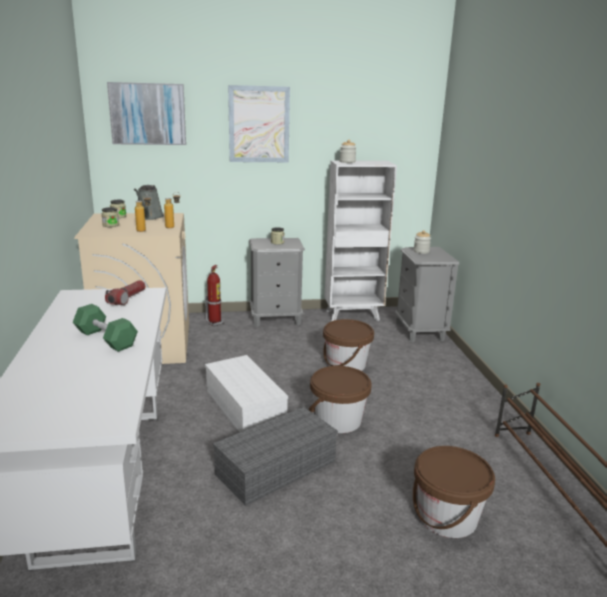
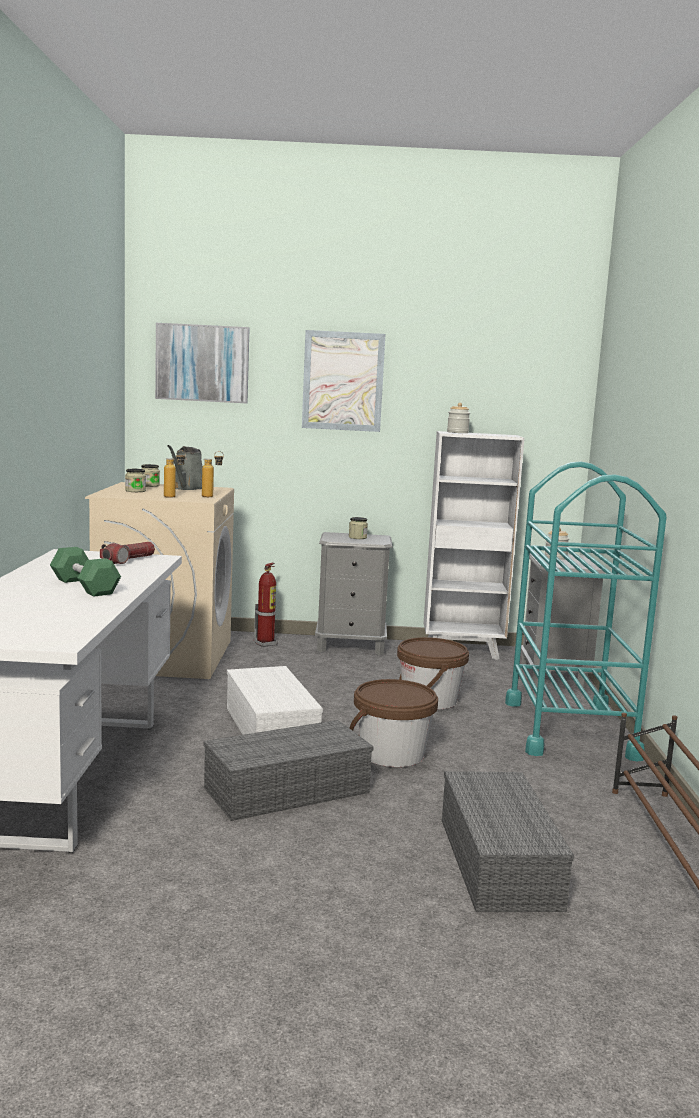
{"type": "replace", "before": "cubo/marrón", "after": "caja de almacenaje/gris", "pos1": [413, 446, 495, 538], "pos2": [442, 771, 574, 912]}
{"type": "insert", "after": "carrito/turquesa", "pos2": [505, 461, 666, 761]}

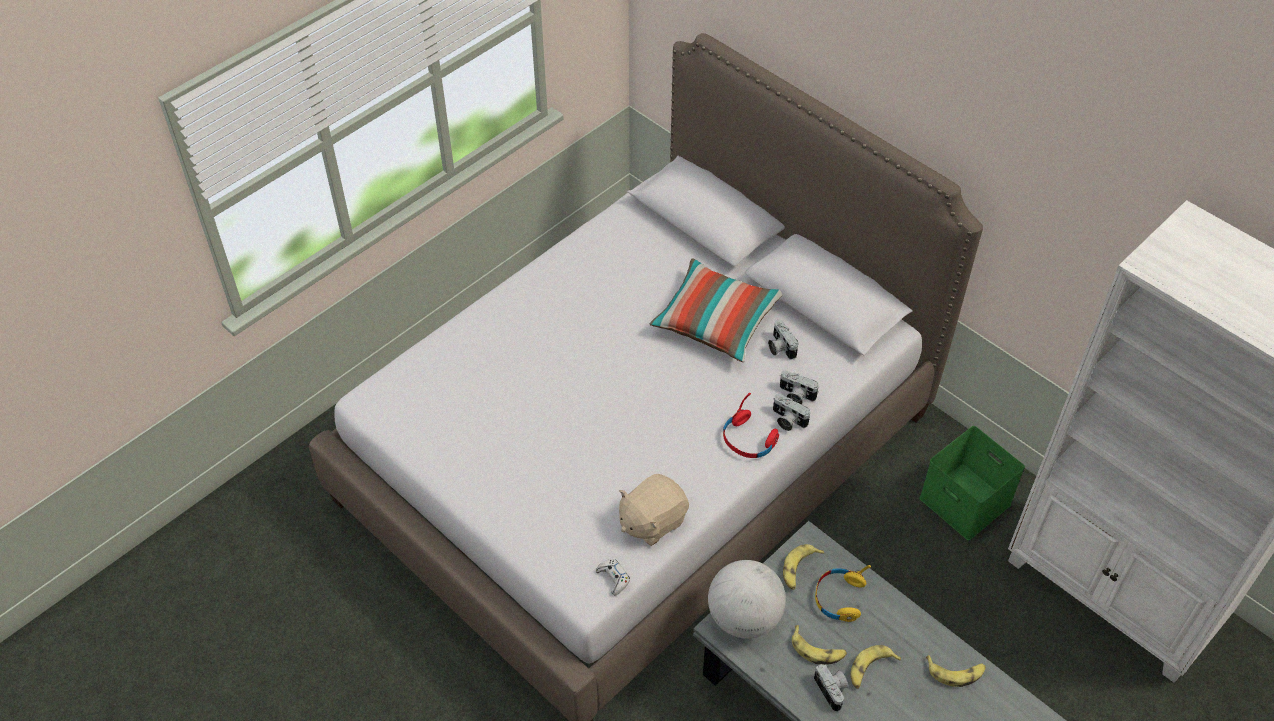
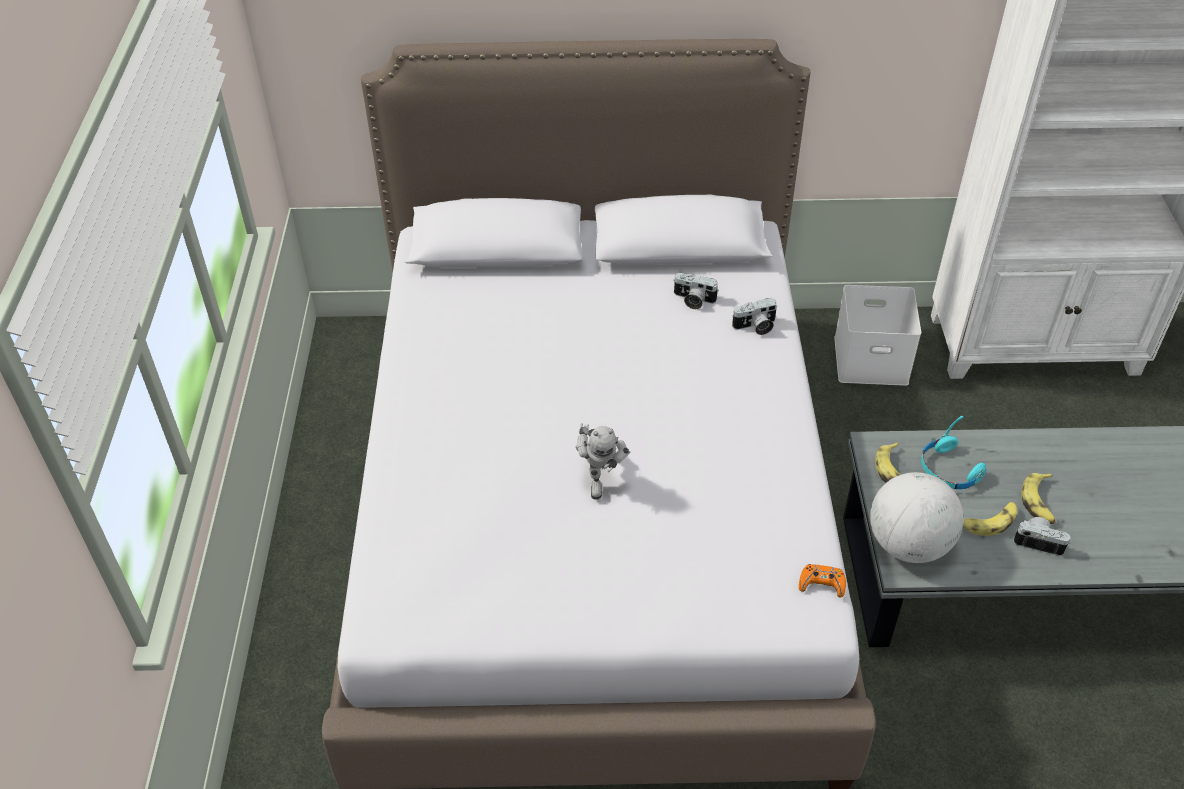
{"type": "recolor", "before": "mando de consola/blanco", "after": "mando de consola/naranja", "pos1": [596, 559, 630, 595], "pos2": [799, 564, 846, 598]}
{"type": "delete", "before": "peluche/beis", "pos1": [619, 474, 689, 546]}
{"type": "delete", "before": "cojín", "pos1": [650, 258, 782, 362]}
{"type": "delete", "before": "auriculares/rojo", "pos1": [723, 393, 779, 458]}
{"type": "delete", "before": "cámara", "pos1": [773, 394, 810, 431]}
{"type": "recolor", "before": "auriculares/amarillo", "after": "auriculares/turquesa", "pos1": [815, 565, 871, 622], "pos2": [921, 416, 987, 489]}
{"type": "recolor", "before": "caja de almacenaje/verde", "after": "caja de almacenaje/blanco", "pos1": [919, 426, 1025, 540], "pos2": [834, 285, 921, 386]}
{"type": "delete", "before": "plátano", "pos1": [926, 655, 986, 687]}
{"type": "insert", "after": "robot de juguete", "pos2": [576, 423, 630, 500]}

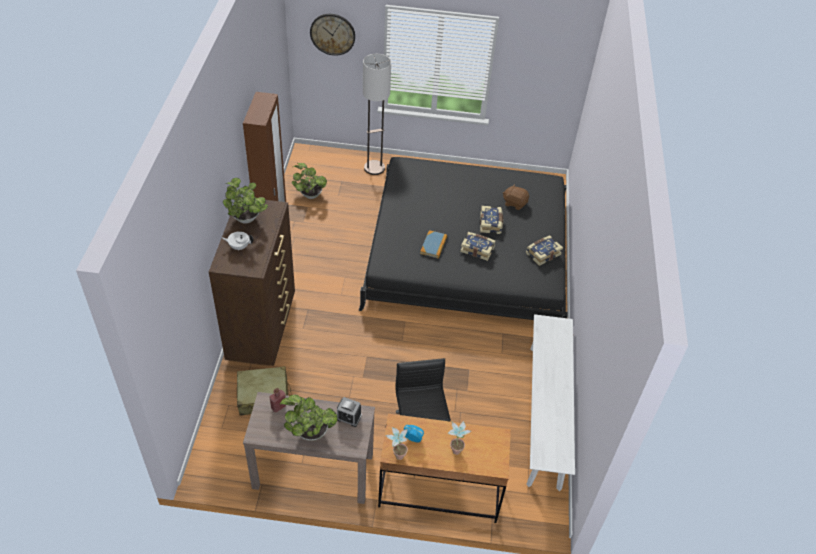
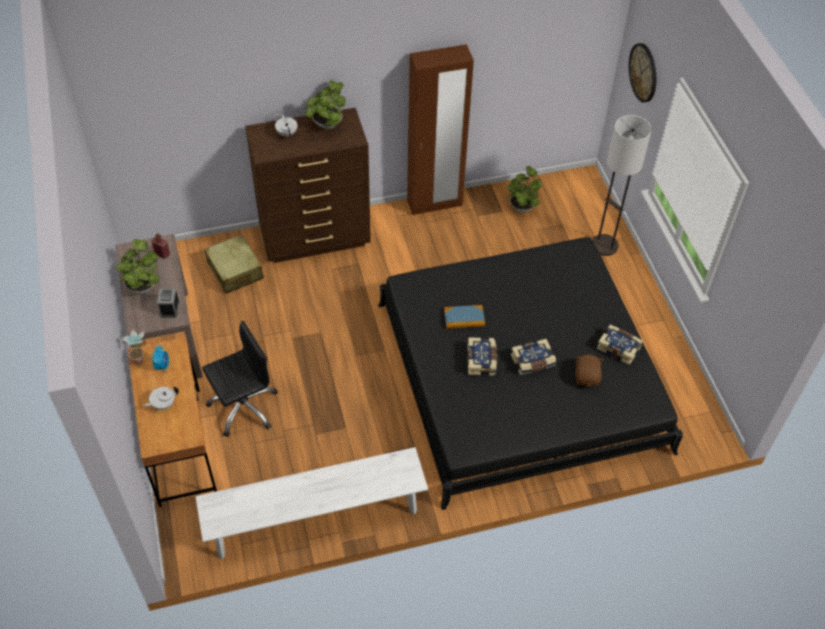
{"type": "replace", "before": "planta en maceta", "after": "tetera/blanco", "pos1": [448, 421, 471, 455], "pos2": [143, 387, 179, 410]}
{"type": "move", "before": "libro", "pos1": [526, 235, 563, 266], "pos2": [597, 325, 643, 365]}

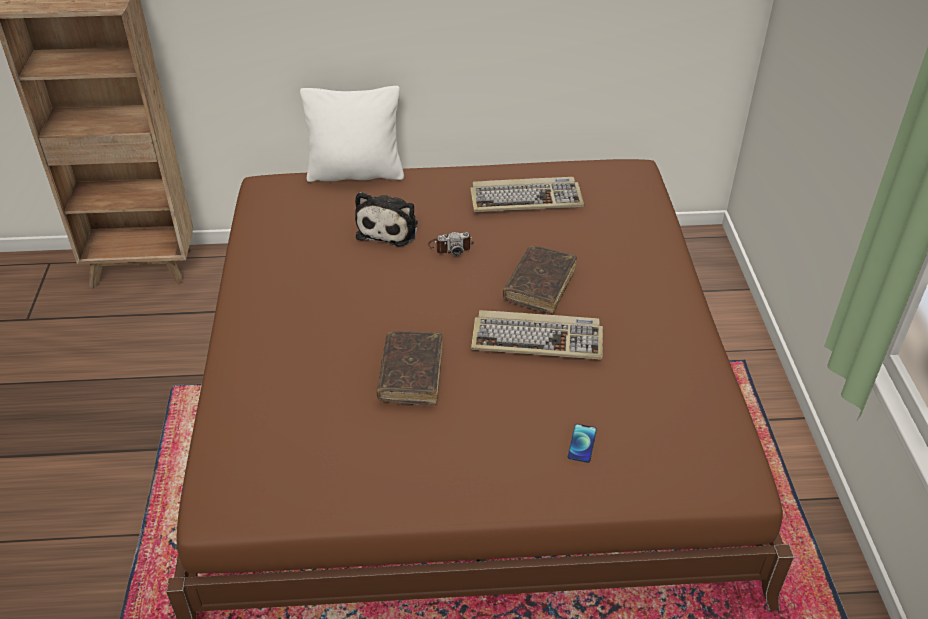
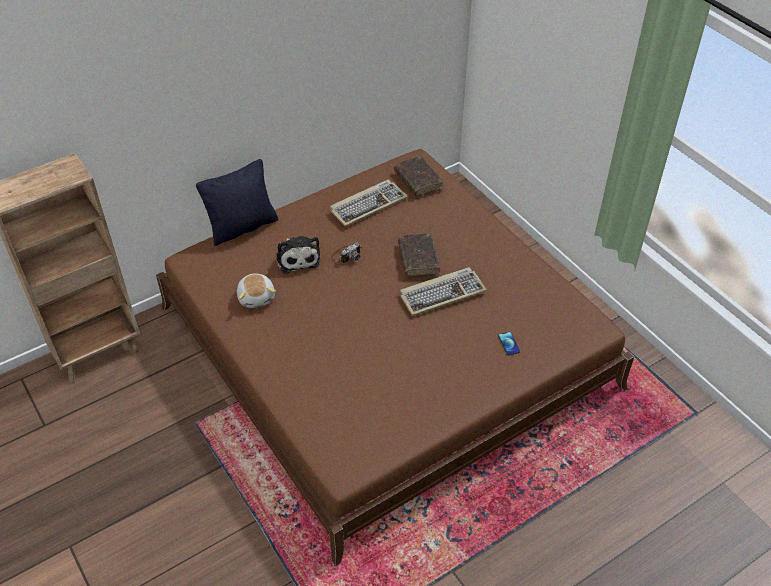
{"type": "recolor", "before": "cojín/blanco", "after": "cojín/negro", "pos1": [300, 86, 404, 182], "pos2": [196, 159, 278, 246]}
{"type": "move", "before": "libro/marrón", "pos1": [377, 331, 443, 405], "pos2": [394, 156, 443, 196]}
{"type": "insert", "after": "peluche", "pos2": [237, 273, 276, 308]}

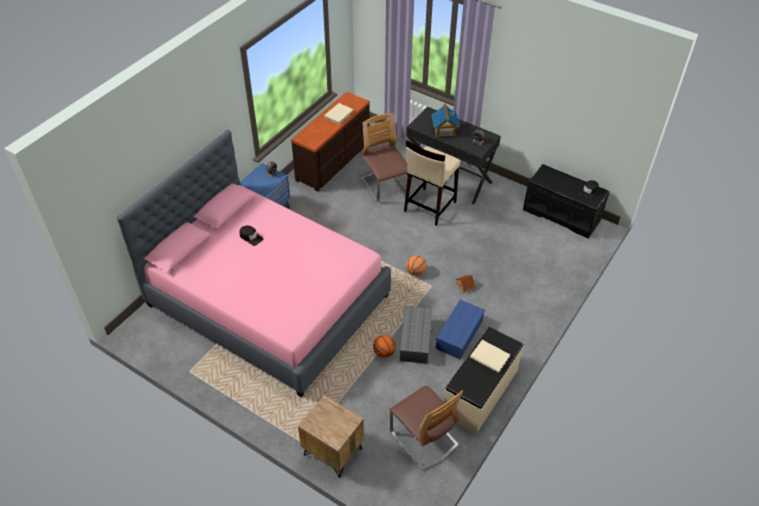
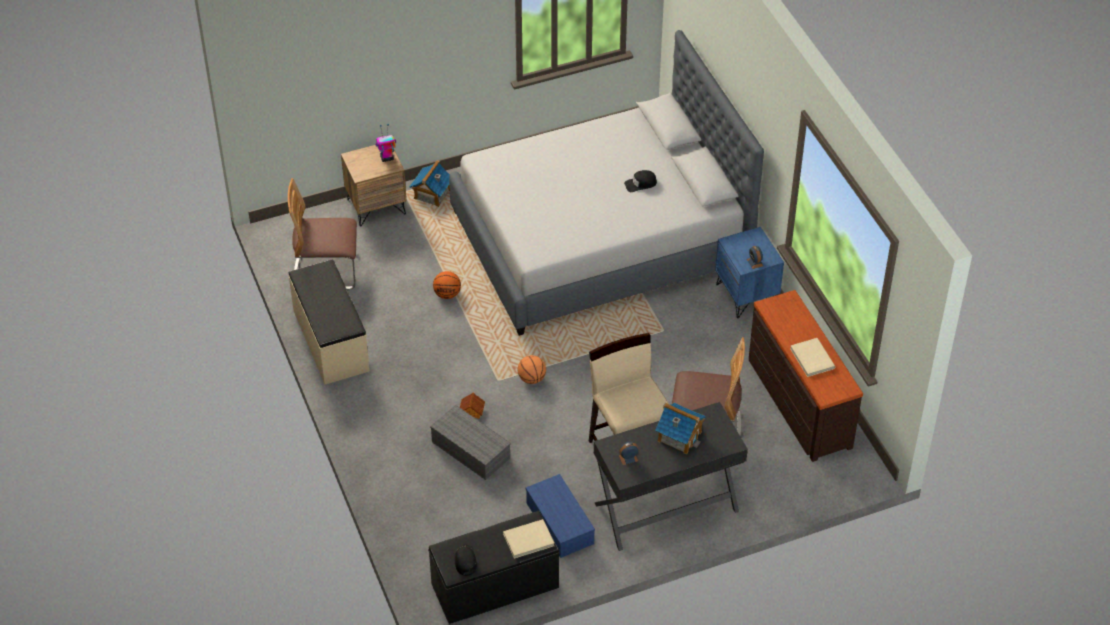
{"type": "recolor", "before": "cama/rosa", "after": "cama/gris", "pos1": [117, 130, 391, 397], "pos2": [449, 30, 764, 336]}
{"type": "move", "before": "caja de almacenaje/gris", "pos1": [400, 306, 432, 364], "pos2": [430, 405, 511, 480]}
{"type": "move", "before": "caja de almacenaje/azul", "pos1": [436, 300, 485, 360], "pos2": [526, 474, 595, 558]}
{"type": "move", "before": "libro/beis", "pos1": [470, 340, 510, 373], "pos2": [503, 519, 554, 559]}
{"type": "insert", "after": "robot de juguete", "pos2": [375, 124, 396, 162]}
{"type": "insert", "after": "casita", "pos2": [409, 160, 450, 207]}

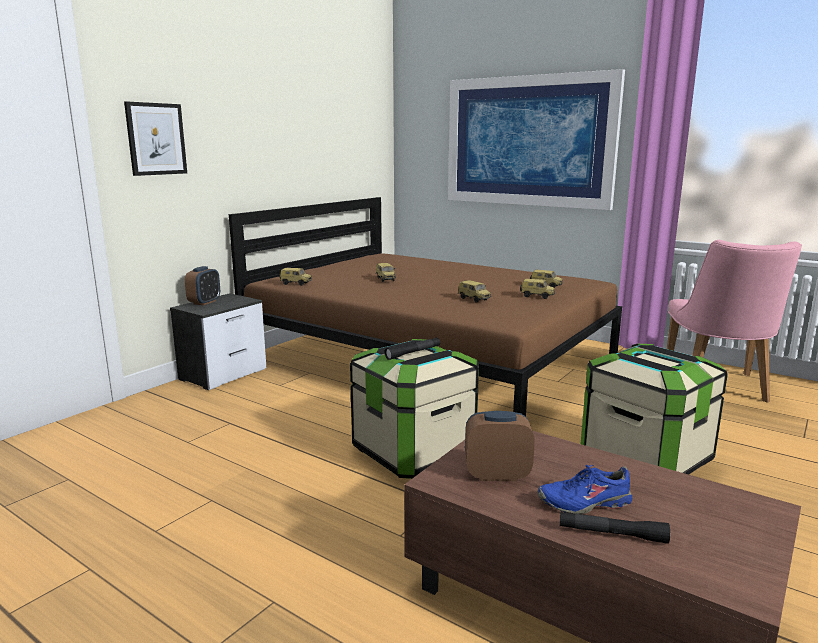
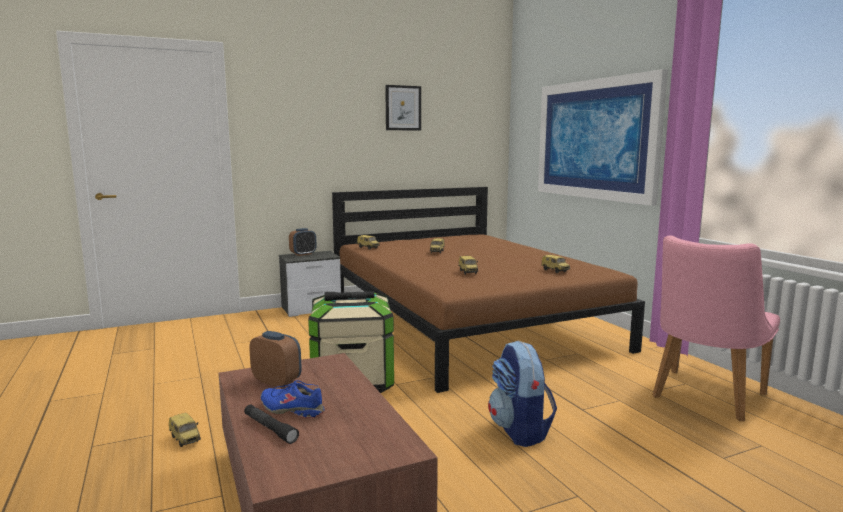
{"type": "move", "before": "cuadro", "pos1": [124, 101, 187, 176], "pos2": [385, 85, 421, 131]}
{"type": "move", "before": "coche de juguete", "pos1": [520, 279, 555, 299], "pos2": [169, 413, 201, 447]}
{"type": "replace", "before": "caja de almacenaje", "after": "mochila", "pos1": [581, 344, 728, 475], "pos2": [488, 341, 557, 447]}

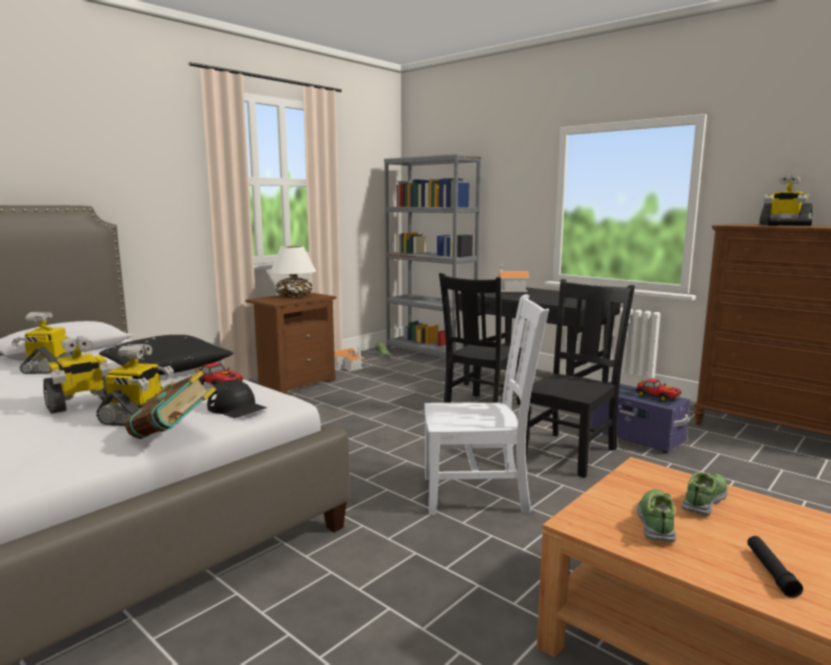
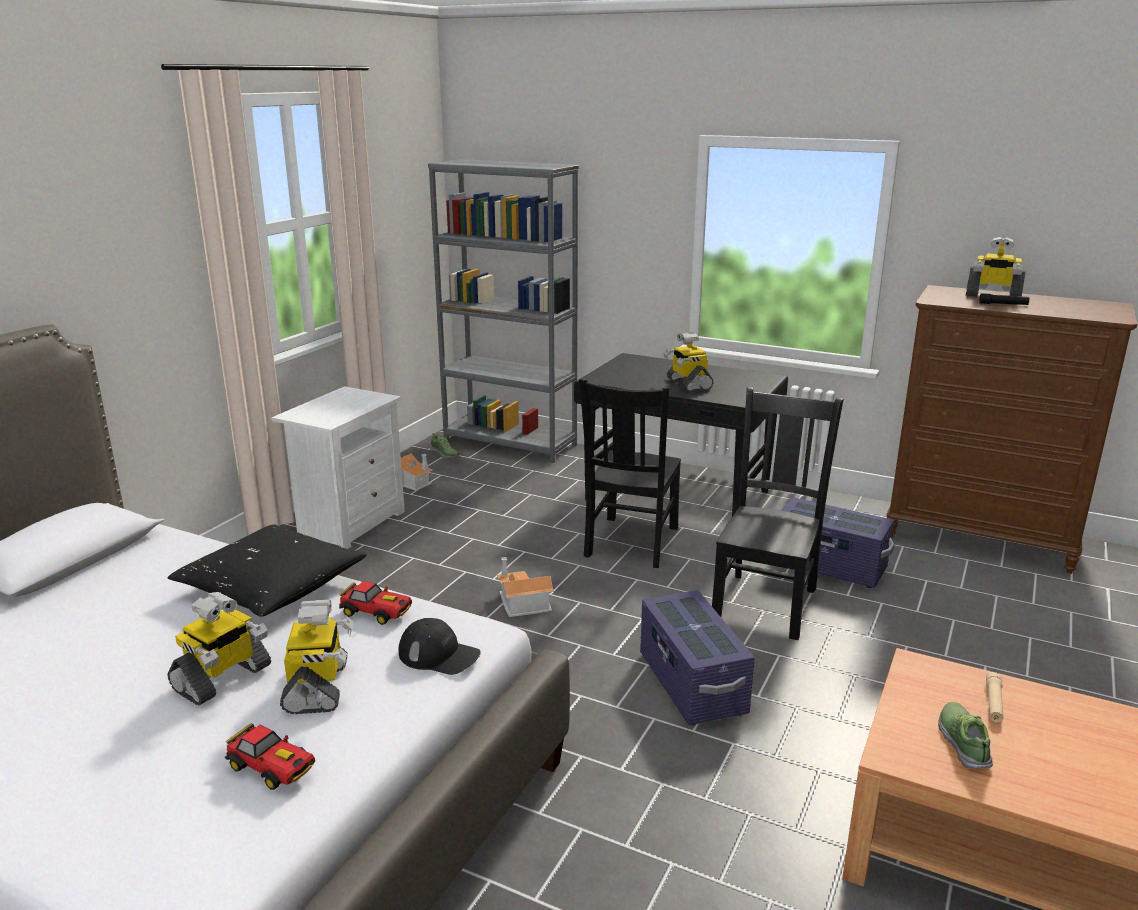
{"type": "move", "before": "robot de juguete", "pos1": [11, 312, 74, 374], "pos2": [664, 332, 714, 392]}
{"type": "delete", "before": "libro", "pos1": [125, 371, 216, 439]}
{"type": "recolor", "before": "mesita de noche/marrón", "after": "mesita de noche/blanco", "pos1": [245, 292, 336, 394], "pos2": [271, 386, 405, 549]}
{"type": "delete", "before": "lámpara de mesa/blanco", "pos1": [270, 246, 316, 297]}
{"type": "replace", "before": "silla/blanco", "after": "caja de almacenaje/morado", "pos1": [425, 294, 549, 515], "pos2": [640, 590, 755, 726]}
{"type": "move", "before": "casita", "pos1": [497, 264, 529, 292], "pos2": [497, 557, 554, 617]}
{"type": "move", "before": "coche de juguete", "pos1": [635, 379, 681, 402], "pos2": [224, 723, 315, 790]}
{"type": "replace", "before": "zapato", "after": "linterna/beis", "pos1": [682, 472, 727, 516], "pos2": [986, 672, 1003, 723]}
{"type": "delete", "before": "linterna/negro", "pos1": [747, 536, 803, 598]}

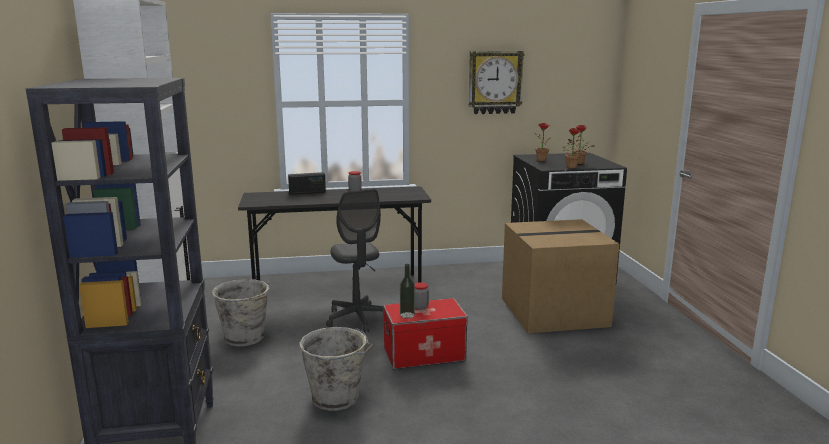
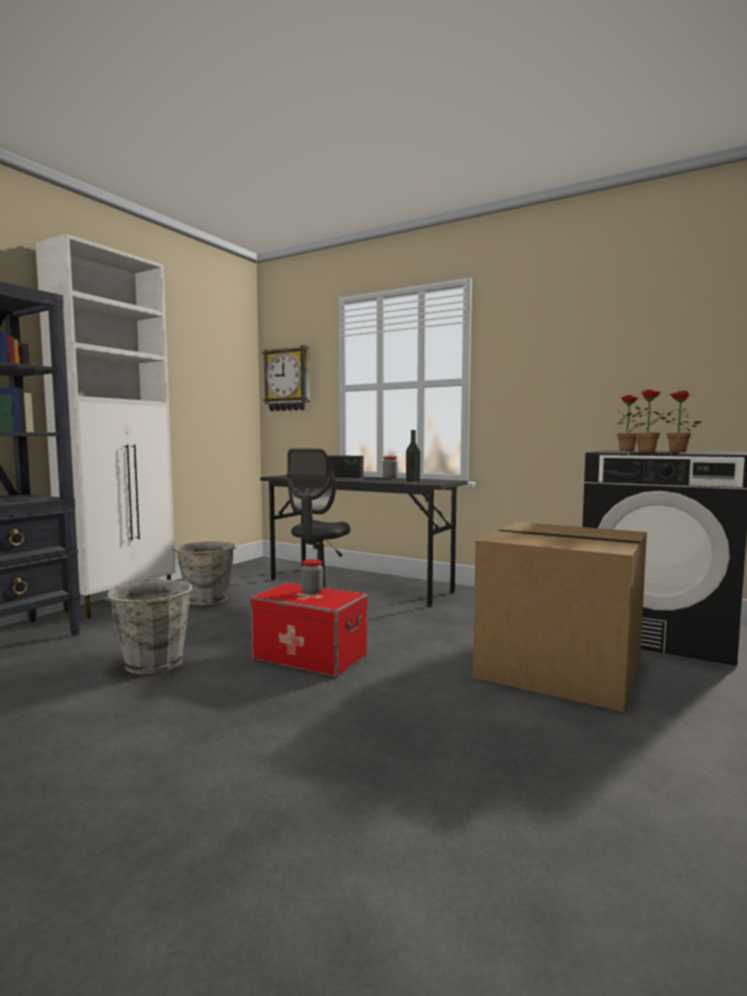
{"type": "move", "before": "botella", "pos1": [400, 264, 415, 318], "pos2": [406, 430, 420, 483]}
{"type": "move", "before": "reloj de pared", "pos1": [469, 51, 525, 114], "pos2": [262, 345, 310, 411]}

